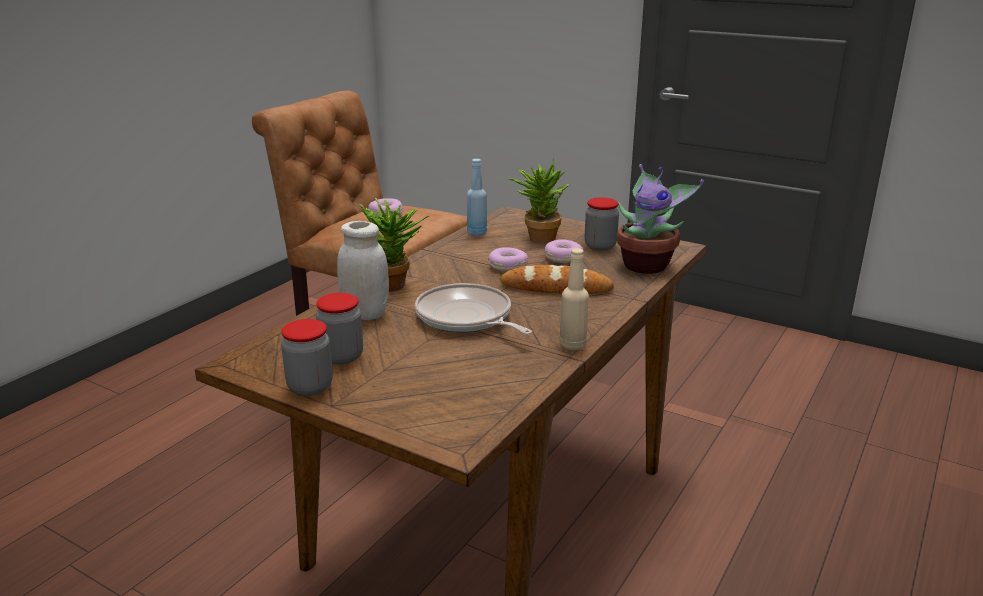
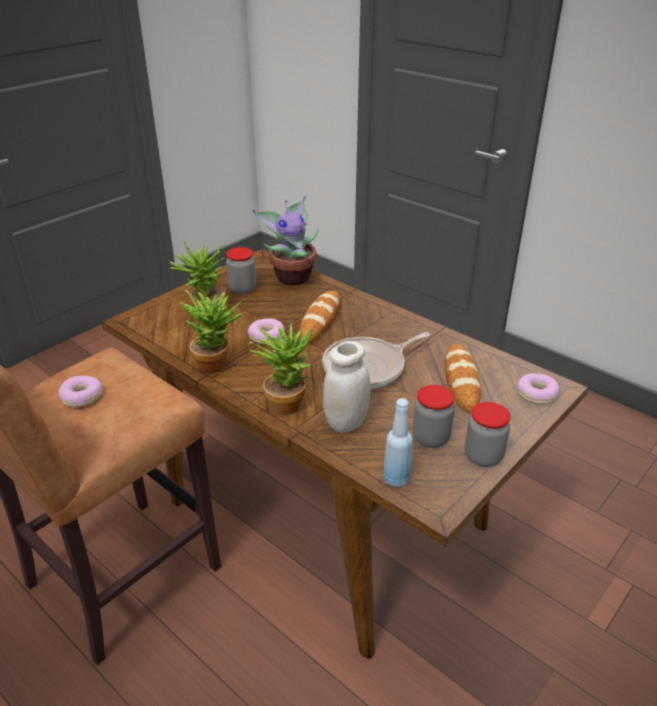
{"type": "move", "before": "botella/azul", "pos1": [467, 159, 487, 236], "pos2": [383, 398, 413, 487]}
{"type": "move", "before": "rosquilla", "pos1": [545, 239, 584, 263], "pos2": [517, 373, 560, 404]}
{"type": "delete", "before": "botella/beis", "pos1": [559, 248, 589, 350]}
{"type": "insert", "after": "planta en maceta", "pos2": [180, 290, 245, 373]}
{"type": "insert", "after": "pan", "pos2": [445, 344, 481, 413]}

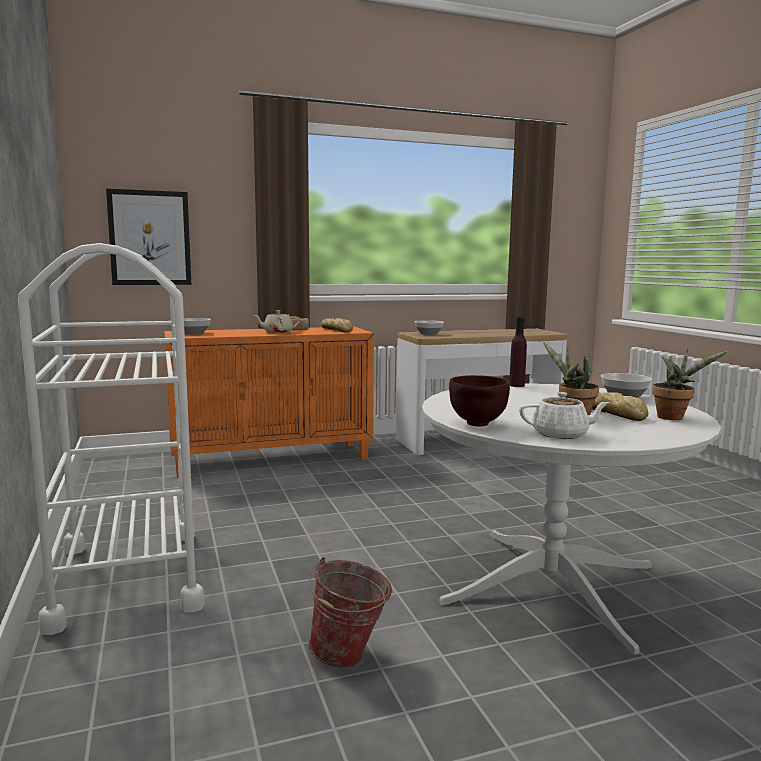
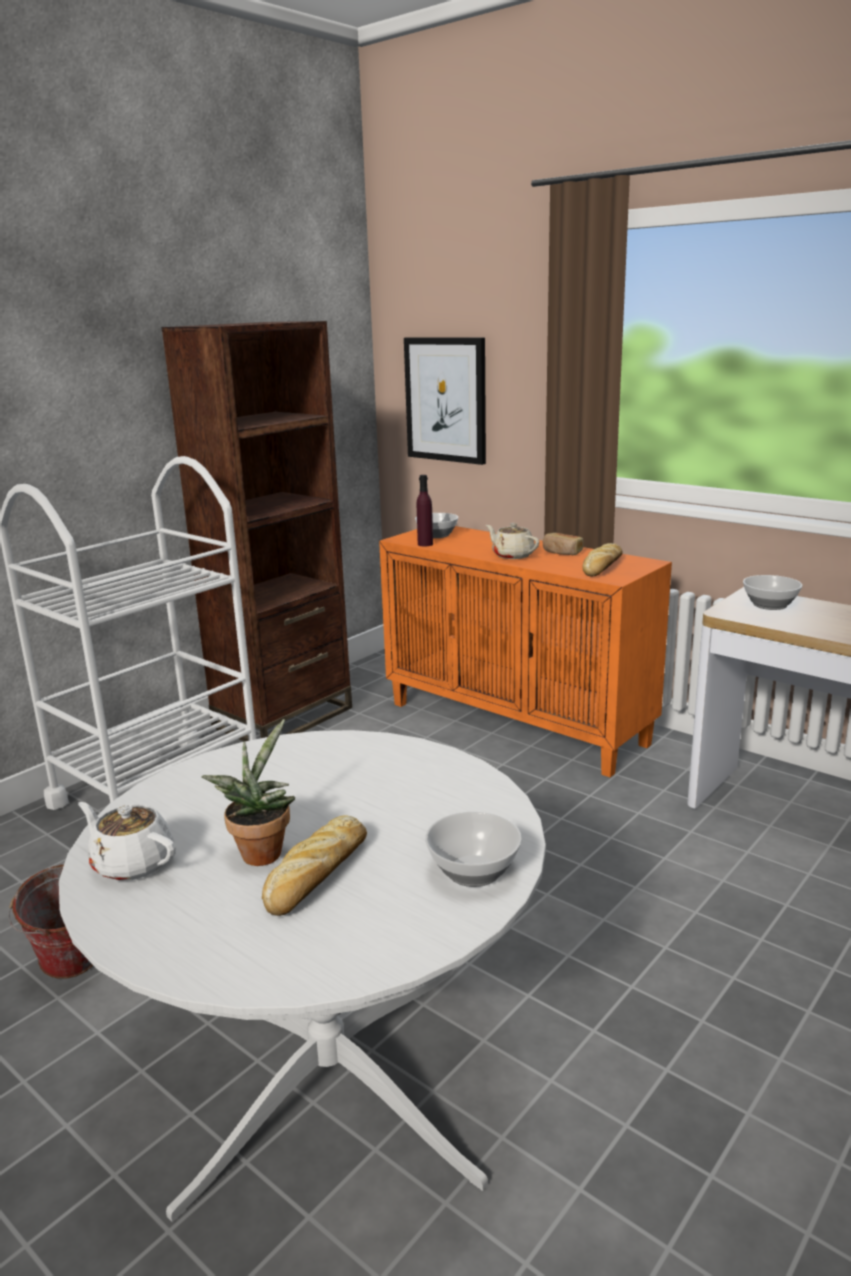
{"type": "delete", "before": "cuenco/marrón", "pos1": [449, 375, 510, 427]}
{"type": "move", "before": "botella/morado", "pos1": [509, 317, 527, 387], "pos2": [417, 475, 433, 546]}
{"type": "rotate", "before": "tetera/blanco", "pos1": [519, 392, 610, 439], "pos2": [78, 802, 176, 881], "turn": 150}
{"type": "delete", "before": "planta en maceta", "pos1": [652, 347, 728, 420]}
{"type": "insert", "after": "estantería/marrón", "pos2": [161, 321, 352, 741]}

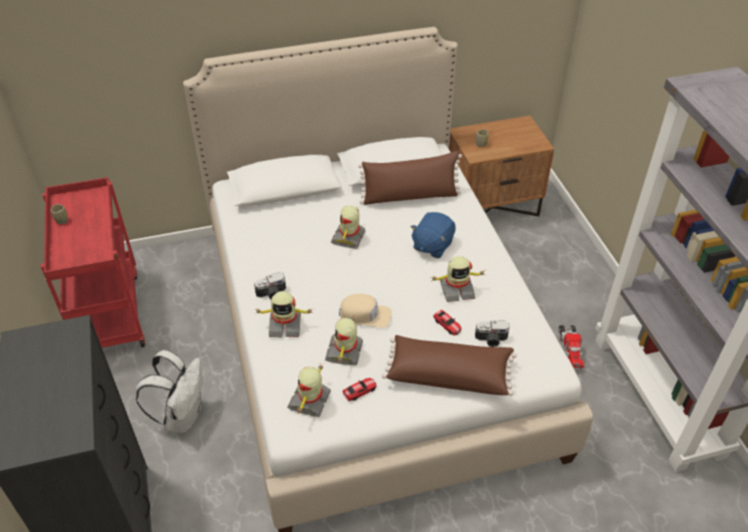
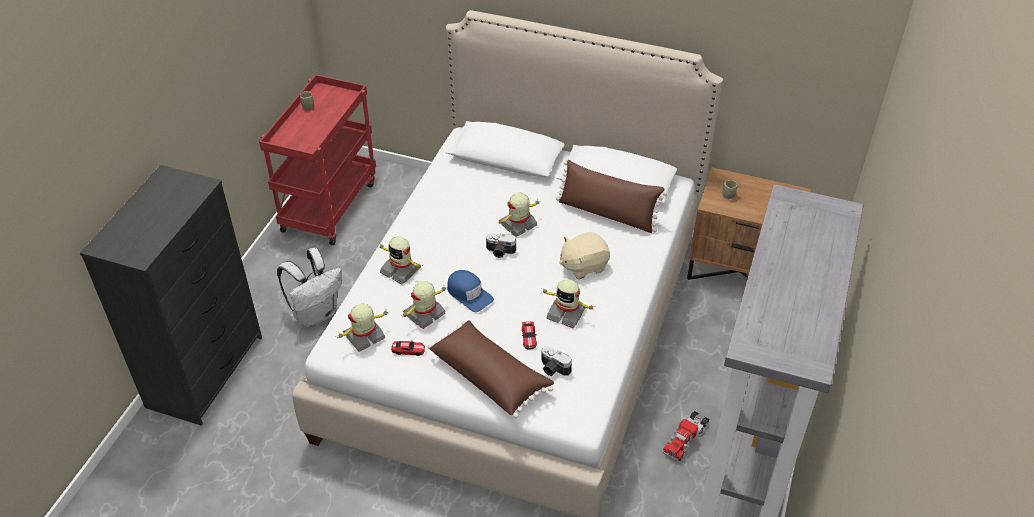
{"type": "move", "before": "cámara", "pos1": [254, 272, 286, 299], "pos2": [486, 233, 516, 258]}
{"type": "recolor", "before": "gorra/beis", "after": "gorra/azul", "pos1": [339, 294, 392, 328], "pos2": [447, 270, 494, 312]}
{"type": "recolor", "before": "peluche/azul", "after": "peluche/beis", "pos1": [410, 212, 455, 258], "pos2": [559, 232, 610, 279]}

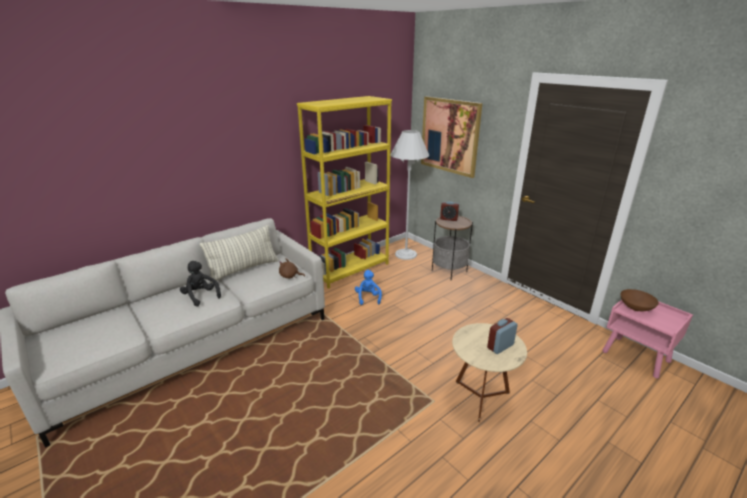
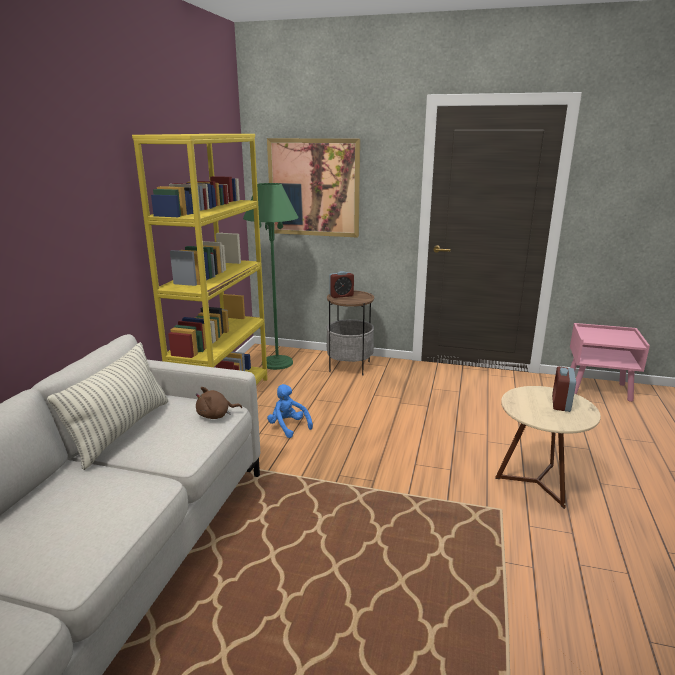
{"type": "delete", "before": "peluche/negro", "pos1": [180, 261, 221, 306]}
{"type": "recolor", "before": "lámpara de pie/blanco", "after": "lámpara de pie/verde", "pos1": [390, 130, 429, 260], "pos2": [243, 183, 298, 370]}
{"type": "delete", "before": "cuenco/marrón", "pos1": [620, 289, 659, 311]}

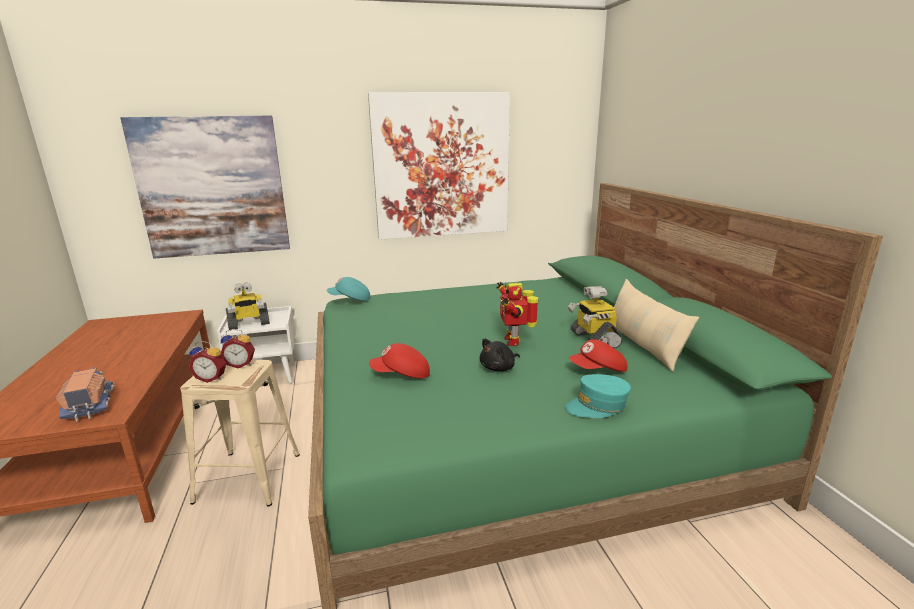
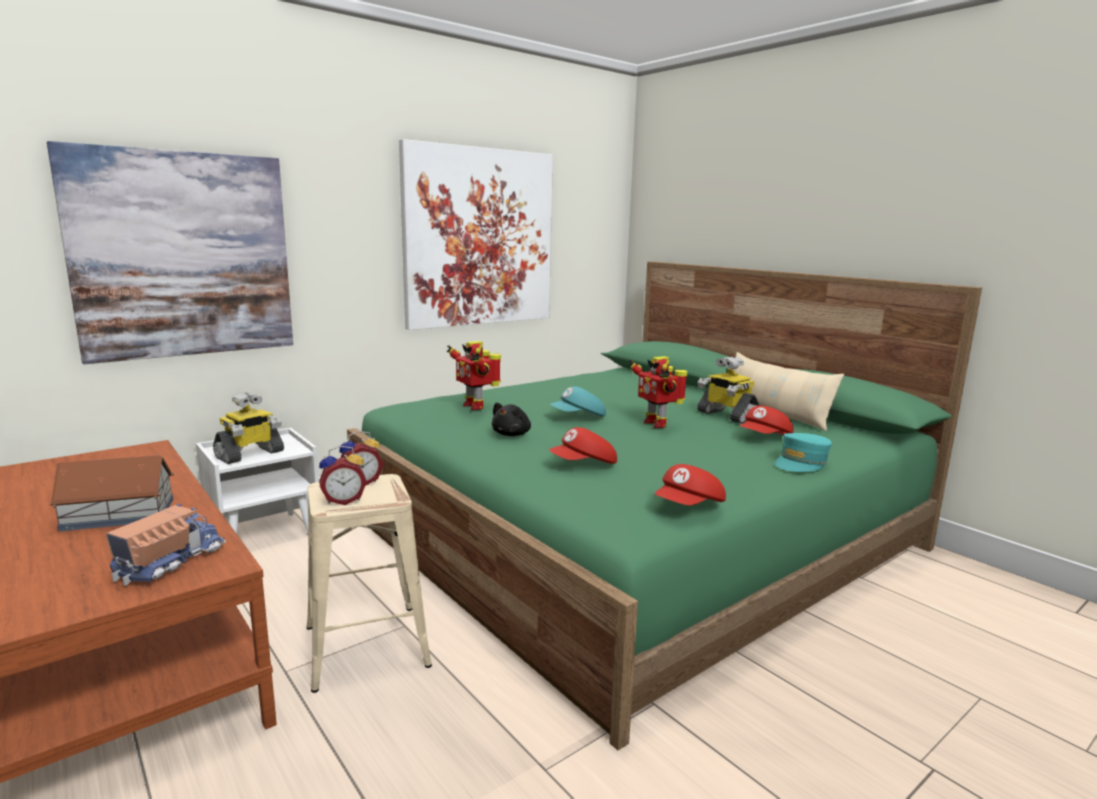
{"type": "rotate", "before": "camión de juguete", "pos1": [56, 367, 115, 422], "pos2": [105, 504, 226, 586], "turn": 75}
{"type": "move", "before": "gorra/turquesa", "pos1": [327, 277, 370, 301], "pos2": [550, 386, 606, 417]}
{"type": "move", "before": "peluche/negro", "pos1": [480, 339, 520, 371], "pos2": [492, 403, 531, 436]}
{"type": "insert", "after": "casita", "pos2": [49, 455, 174, 531]}
{"type": "insert", "after": "robot de juguete", "pos2": [447, 341, 501, 410]}
{"type": "insert", "after": "gorra/rojo", "pos2": [654, 464, 726, 505]}

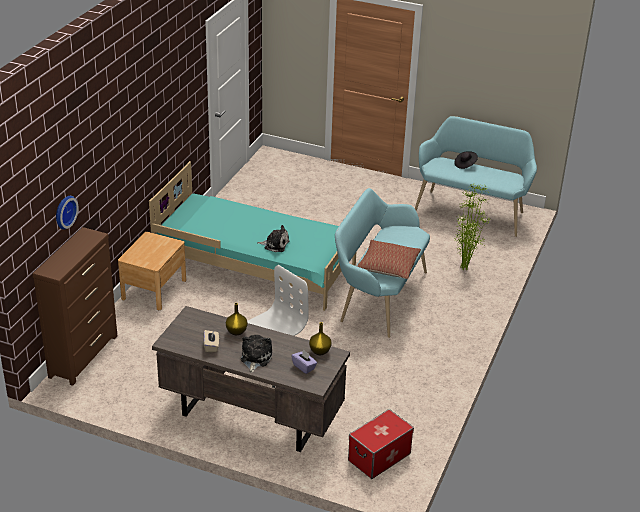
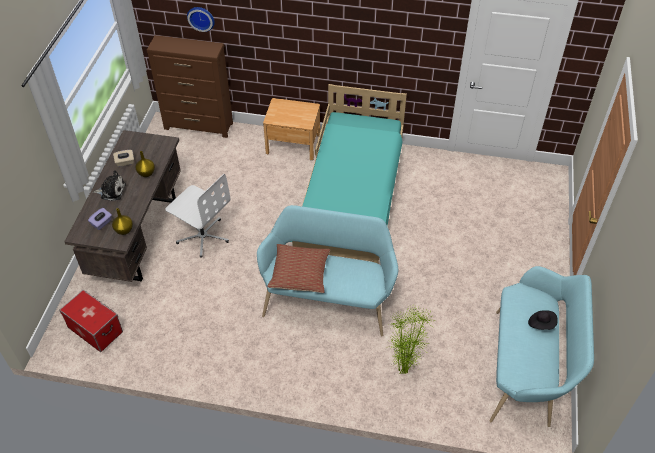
{"type": "delete", "before": "peluche", "pos1": [258, 225, 290, 252]}

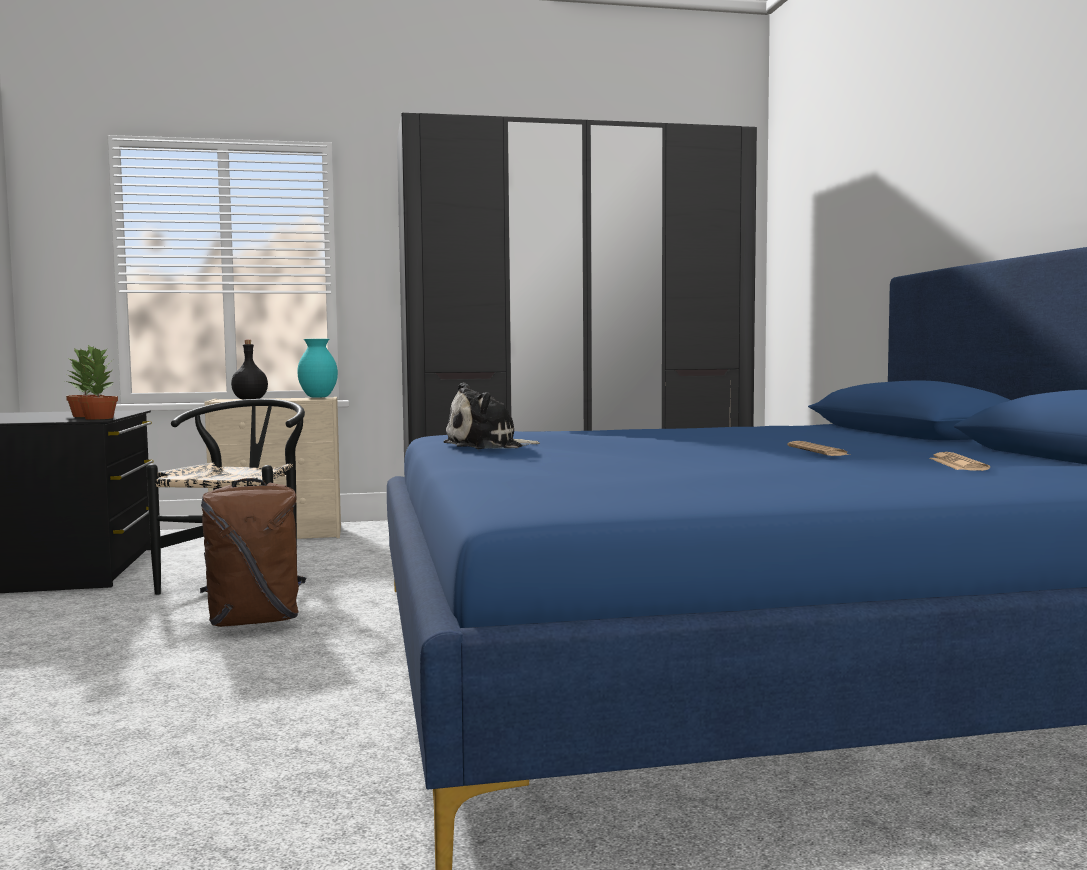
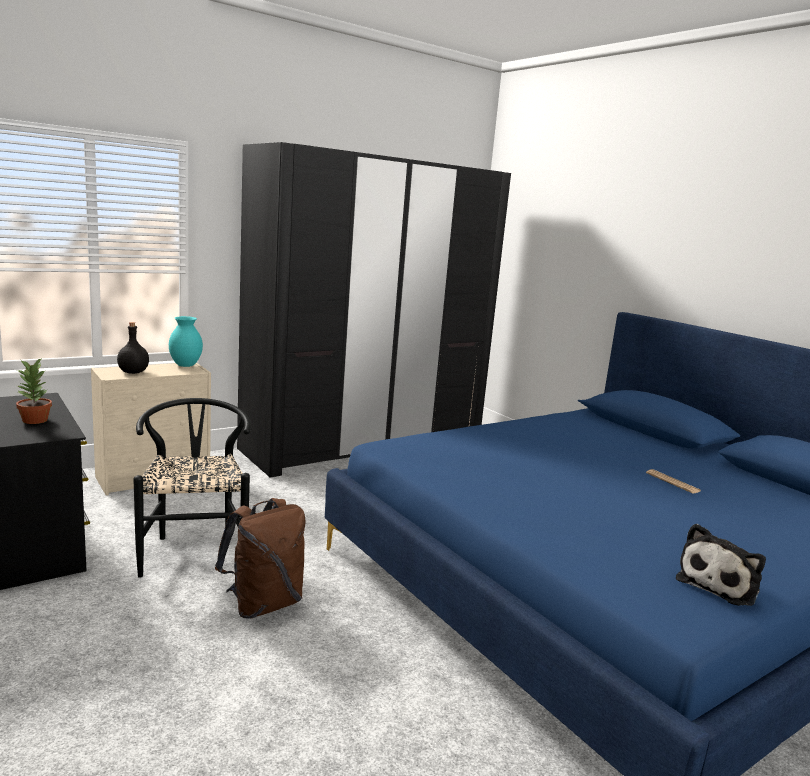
{"type": "delete", "before": "planta en maceta", "pos1": [77, 345, 118, 420]}
{"type": "move", "before": "peluche", "pos1": [443, 382, 540, 449], "pos2": [676, 524, 766, 606]}
{"type": "delete", "before": "periódico", "pos1": [929, 452, 990, 471]}

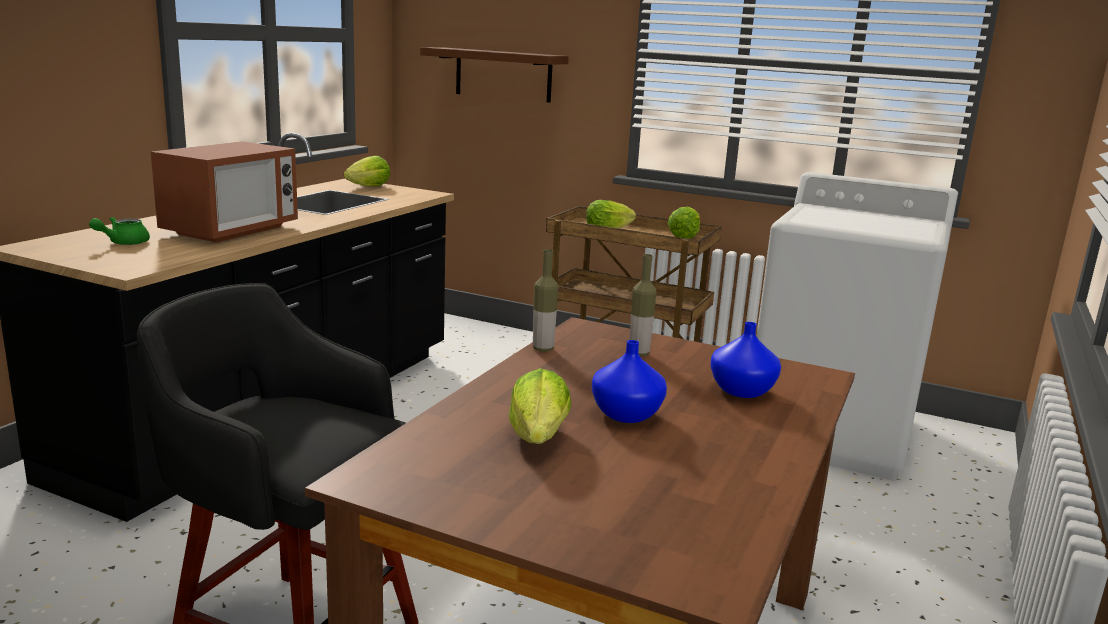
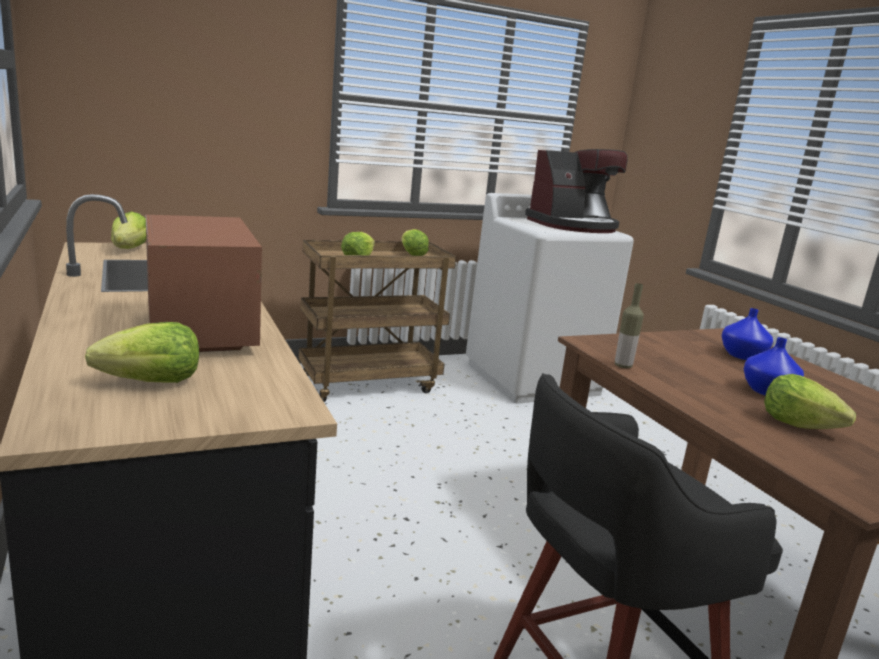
{"type": "replace", "before": "tetera/verde", "after": "lechuga", "pos1": [89, 217, 150, 245], "pos2": [85, 322, 199, 383]}
{"type": "delete", "before": "estante/marrón", "pos1": [420, 47, 569, 103]}
{"type": "delete", "before": "botella", "pos1": [630, 254, 657, 356]}
{"type": "insert", "after": "cafetera", "pos2": [525, 149, 628, 233]}

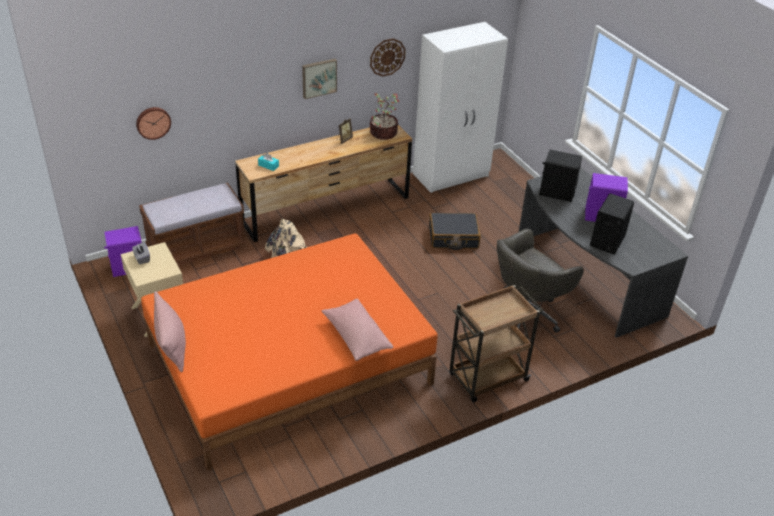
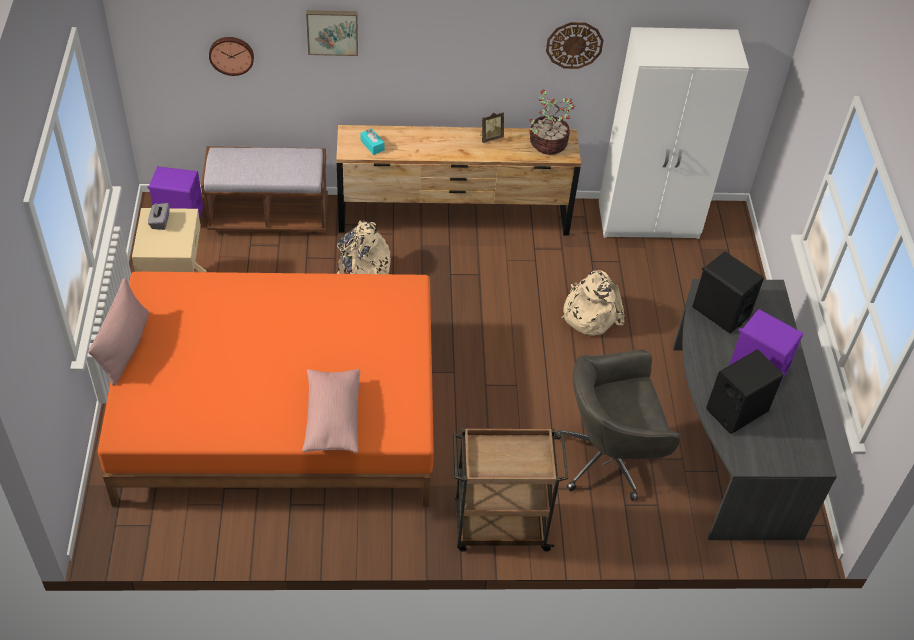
{"type": "move", "before": "cuadro", "pos1": [302, 59, 337, 99], "pos2": [306, 10, 358, 56]}
{"type": "replace", "before": "maleta/negro", "after": "mochila/beis", "pos1": [429, 213, 481, 250], "pos2": [561, 270, 624, 336]}

